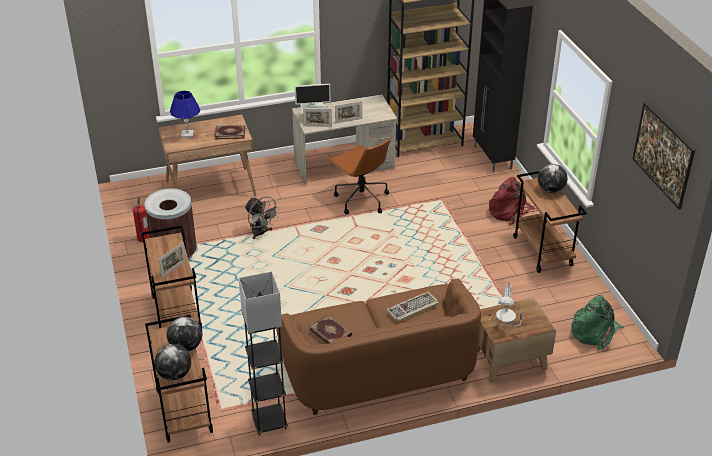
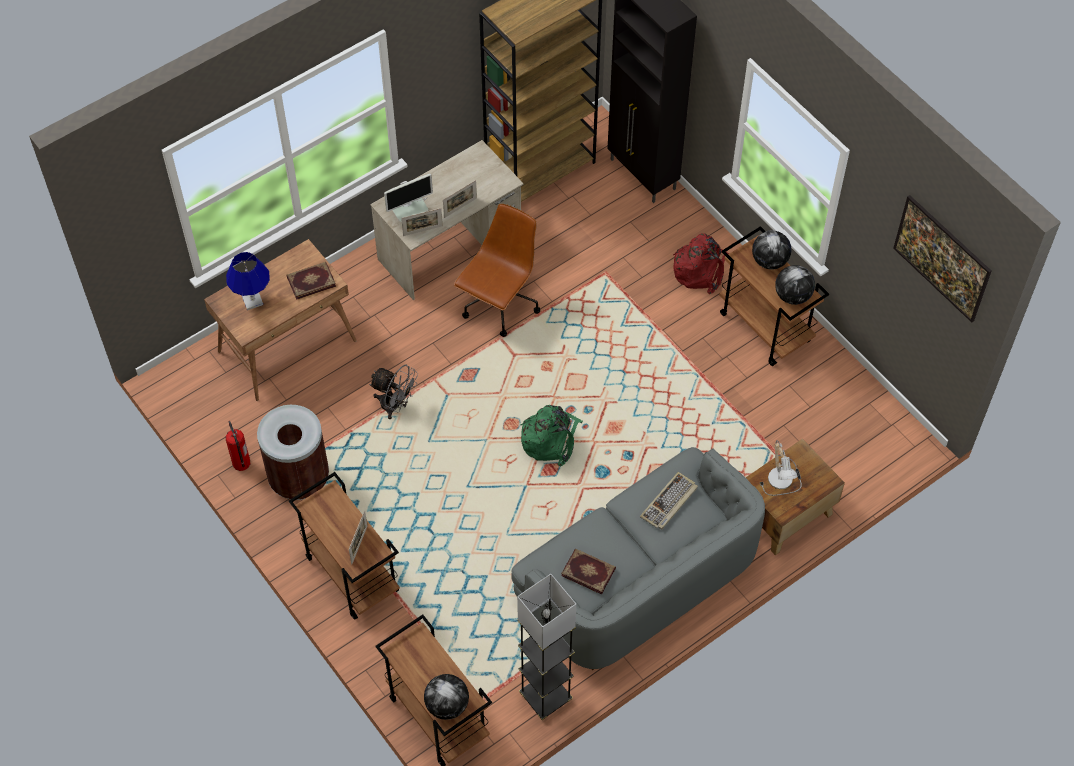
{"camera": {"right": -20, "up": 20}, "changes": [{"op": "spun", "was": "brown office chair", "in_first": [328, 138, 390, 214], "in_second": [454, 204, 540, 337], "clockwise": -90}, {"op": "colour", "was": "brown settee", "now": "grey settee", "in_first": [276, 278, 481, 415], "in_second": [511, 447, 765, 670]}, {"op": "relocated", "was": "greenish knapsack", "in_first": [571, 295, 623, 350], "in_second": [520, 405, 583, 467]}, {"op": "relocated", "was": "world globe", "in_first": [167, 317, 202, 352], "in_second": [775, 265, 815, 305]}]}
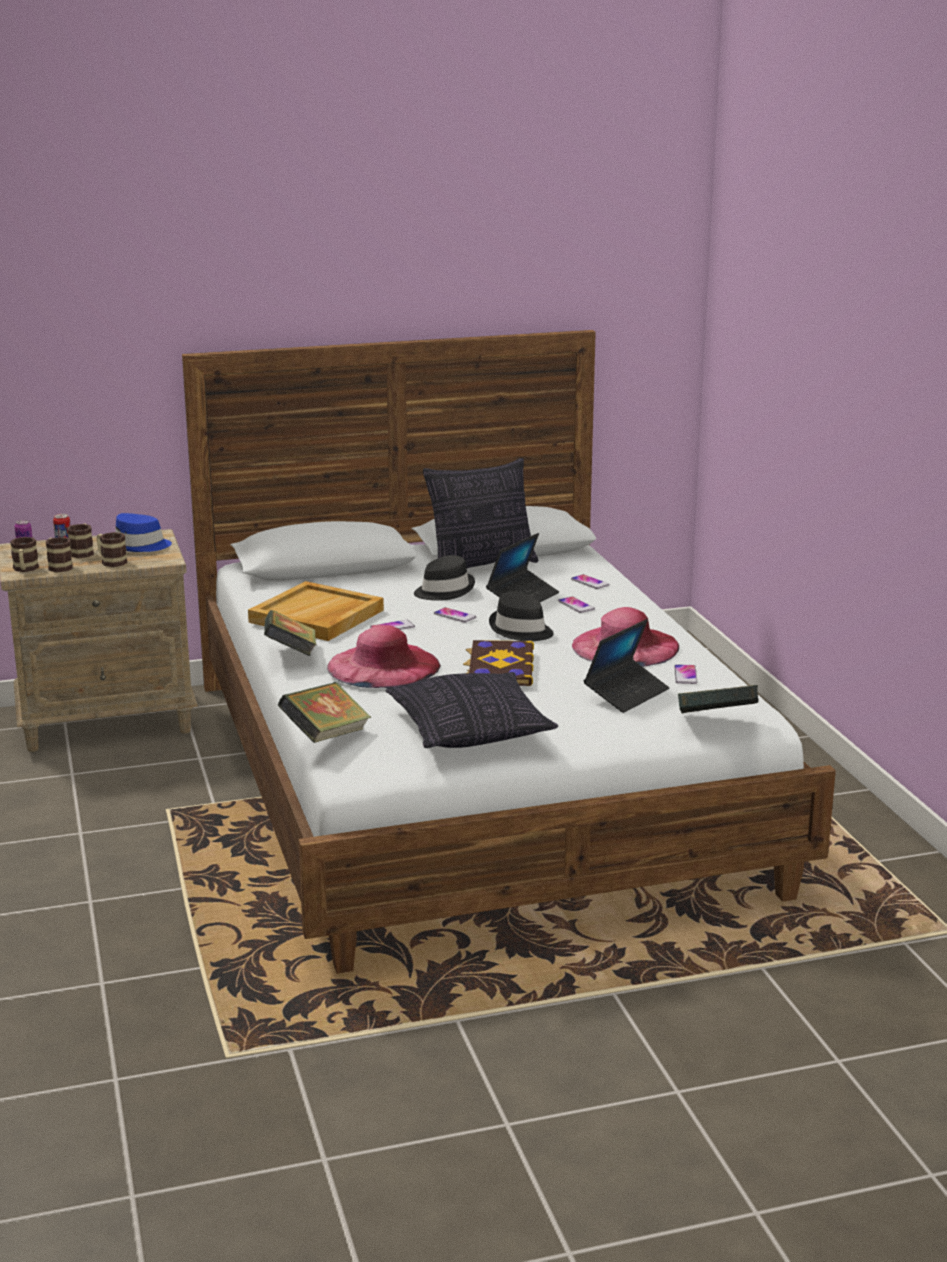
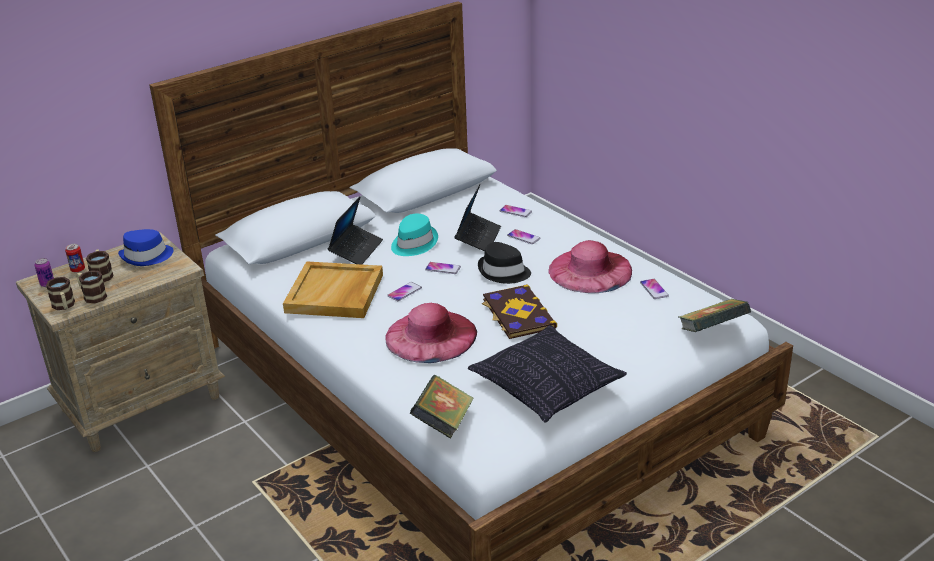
{"camera": {"right": -20, "up": 10}, "changes": [{"op": "relocated", "was": "notebook computer", "in_first": [584, 619, 669, 713], "in_second": [328, 196, 383, 264]}, {"op": "colour", "was": "black-coloured wearable hat", "now": "turquoise wearable hat", "in_first": [414, 555, 475, 601], "in_second": [391, 214, 438, 256]}, {"op": "missing", "was": "tea mug", "in_first": [97, 532, 128, 567]}, {"op": "missing", "was": "bound book", "in_first": [264, 610, 316, 656]}, {"op": "missing", "was": "pillow", "in_first": [423, 458, 538, 568]}]}
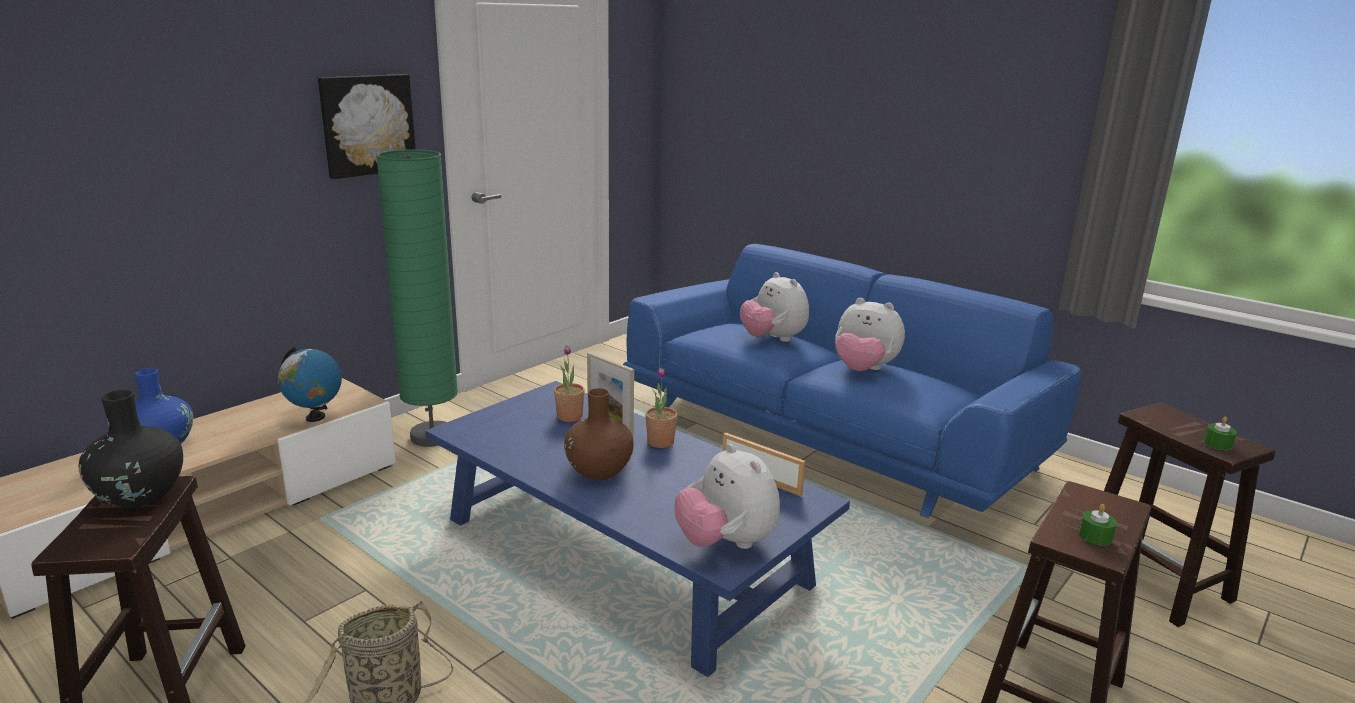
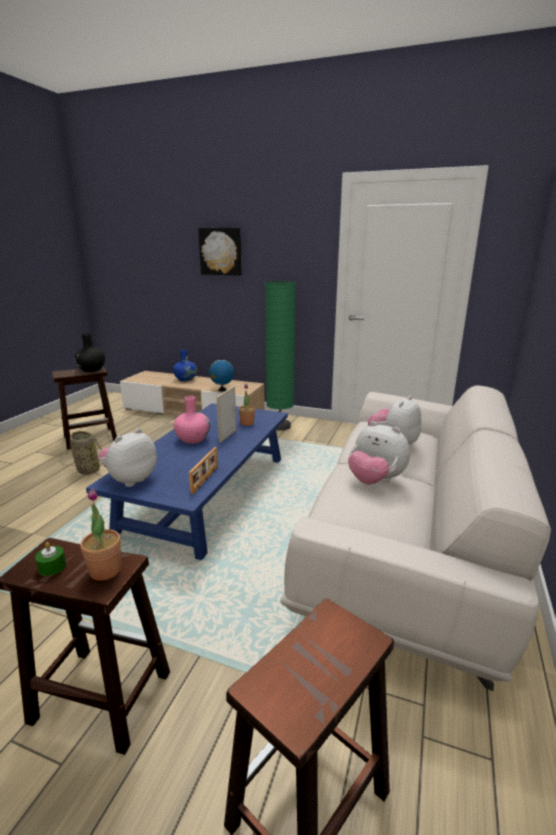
{"camera": {"right": 70, "up": 0}, "changes": [{"op": "relocated", "was": "potted plant", "in_first": [645, 368, 678, 448], "in_second": [81, 489, 121, 581]}, {"op": "colour", "was": "brown decorative vase", "now": "pinkish decorative vase", "in_first": [564, 388, 634, 480], "in_second": [174, 396, 210, 444]}, {"op": "relocated", "was": "wall picture", "in_first": [318, 74, 416, 179], "in_second": [198, 228, 242, 276]}, {"op": "colour", "was": "blue-coloured settee", "now": "white-coloured settee", "in_first": [623, 244, 1081, 518], "in_second": [280, 385, 551, 691]}, {"op": "spun", "was": "plush toy", "in_first": [835, 298, 905, 371], "in_second": [348, 421, 410, 485], "clockwise": -60}, {"op": "missing", "was": "greenish wax light", "in_first": [1203, 416, 1237, 450]}]}
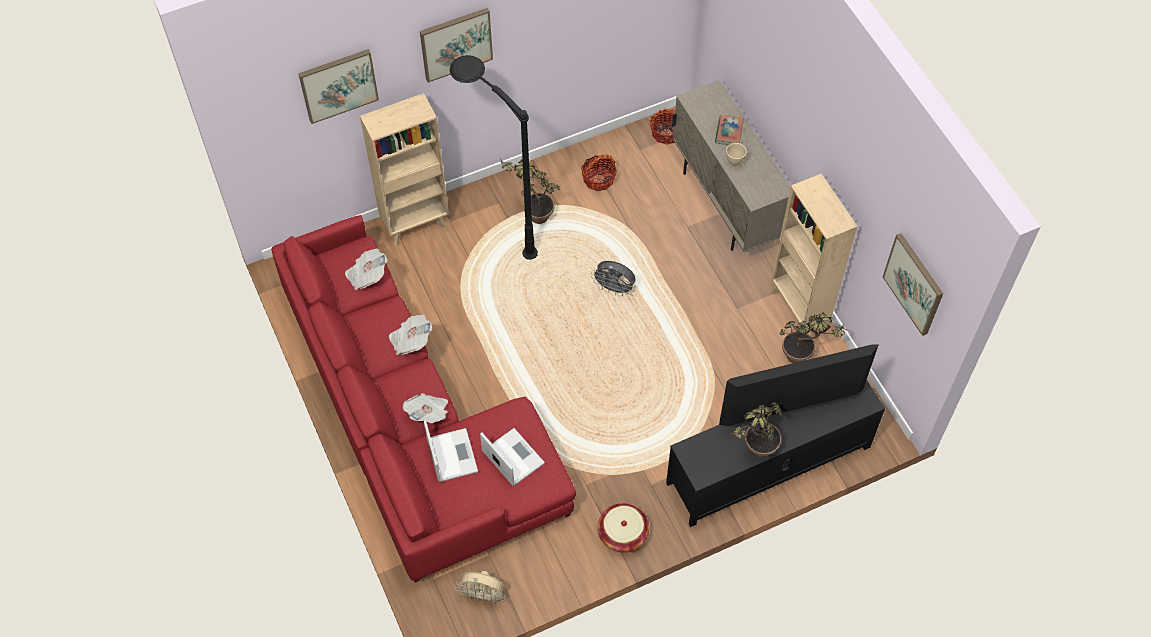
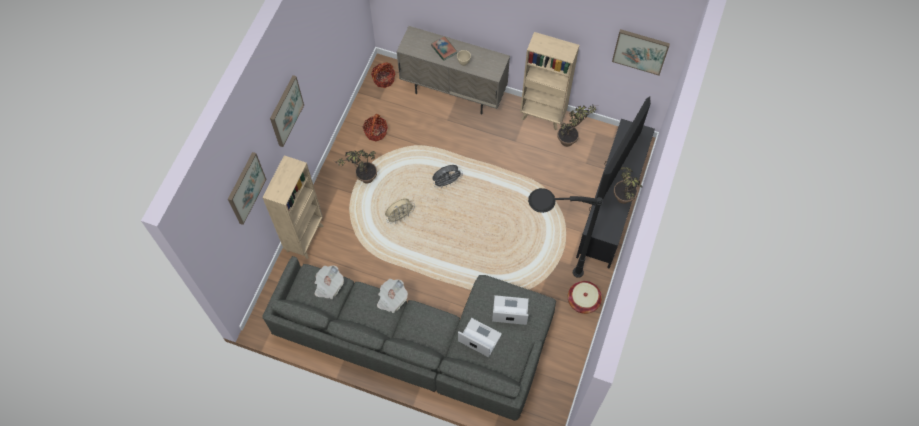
{"camera": {"right": -45, "up": 5}, "changes": [{"op": "colour", "was": "red-coloured settee", "now": "grey settee", "in_first": [271, 215, 576, 583], "in_second": [262, 256, 556, 421]}, {"op": "relocated", "was": "beige electric fan", "in_first": [454, 571, 505, 604], "in_second": [385, 198, 415, 224]}, {"op": "relocated", "was": "black-coloured standing lamp", "in_first": [449, 55, 538, 260], "in_second": [528, 188, 603, 278]}, {"op": "missing", "was": "newspaper", "in_first": [403, 393, 448, 423]}]}
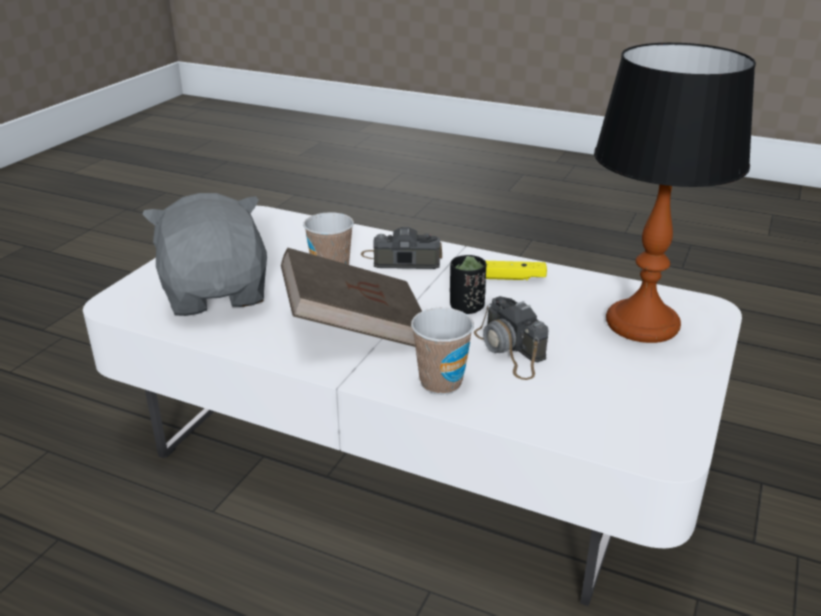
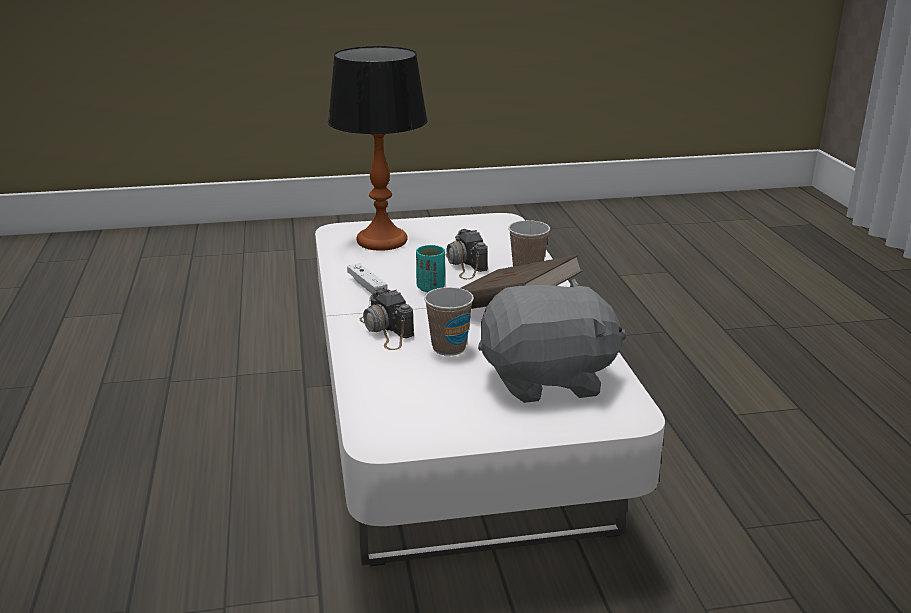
{"camera": {"right": -125, "up": -5}, "changes": [{"op": "colour", "was": "yellowish game controller", "now": "white-coloured game controller", "in_first": [486, 261, 547, 280], "in_second": [347, 263, 388, 294]}, {"op": "colour", "was": "black-coloured small cup", "now": "turquoise small cup", "in_first": [450, 255, 486, 314], "in_second": [416, 245, 445, 292]}, {"op": "spun", "was": "still camera", "in_first": [474, 296, 548, 380], "in_second": [445, 229, 488, 279], "clockwise": 135}, {"op": "spun", "was": "grey plush toy", "in_first": [142, 193, 267, 316], "in_second": [478, 278, 627, 403], "clockwise": -135}]}
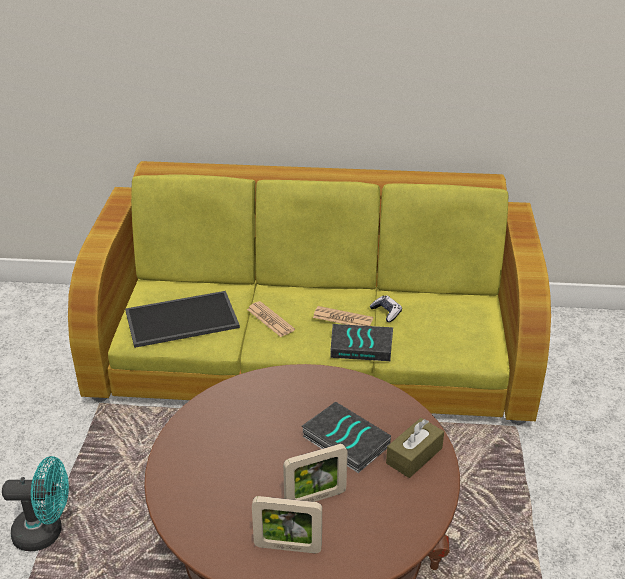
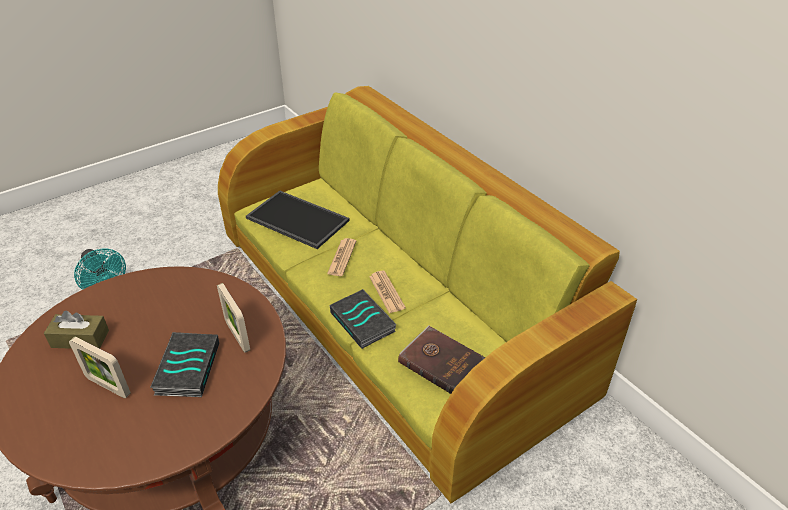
{"camera": {"right": 50, "up": 5}, "changes": [{"op": "relocated", "was": "brown tissue box", "in_first": [386, 418, 444, 478], "in_second": [44, 311, 109, 349]}, {"op": "relocated", "was": "photo frame", "in_first": [252, 496, 322, 553], "in_second": [217, 283, 250, 353]}, {"op": "appeared", "now": "brown bound book", "in_second": [398, 325, 486, 394]}, {"op": "missing", "was": "game controller", "in_first": [370, 296, 402, 322]}]}
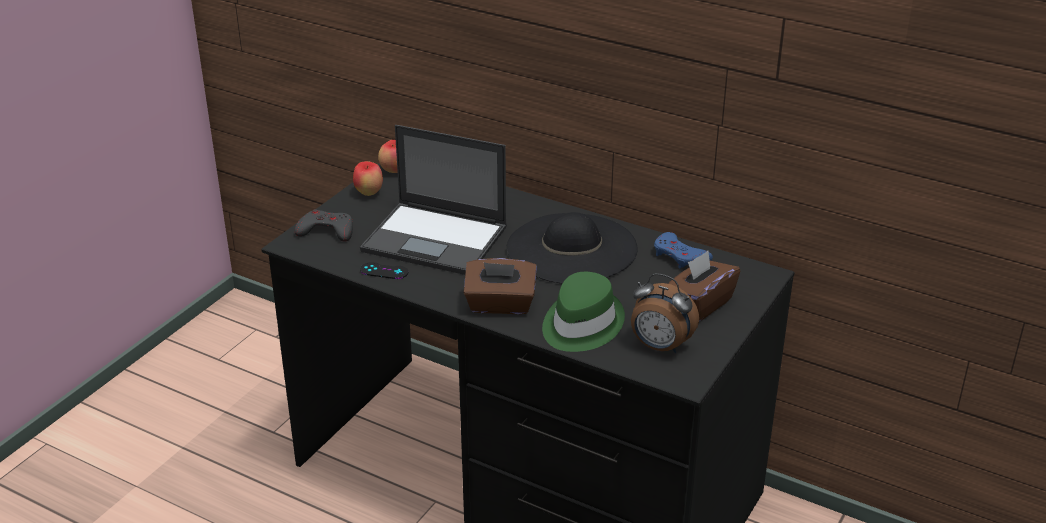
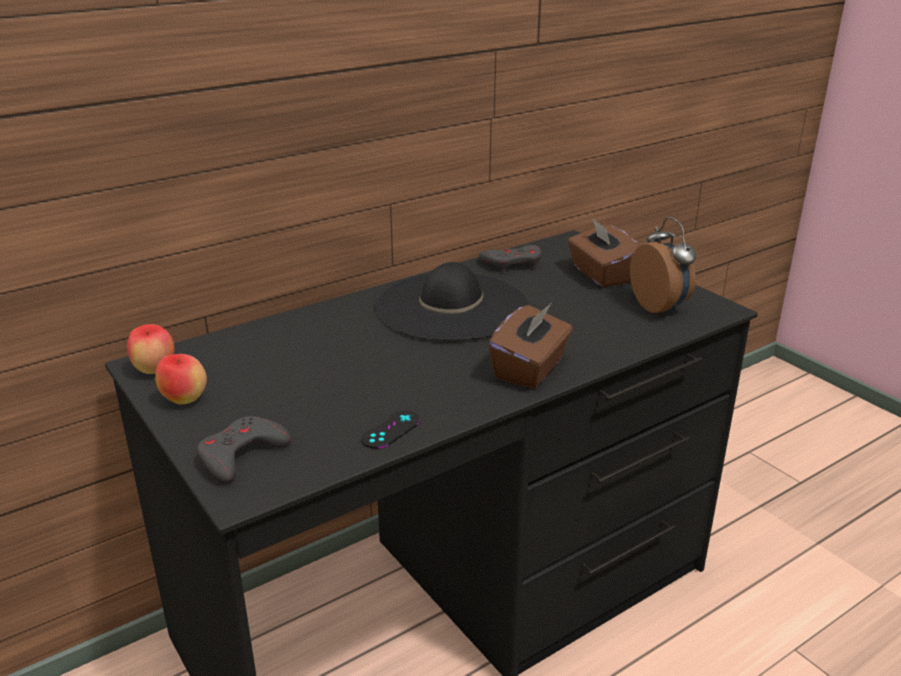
{"camera": {"right": -65, "up": -5}, "changes": [{"op": "colour", "was": "blue-coloured game controller", "now": "grey game controller", "in_first": [654, 232, 713, 269], "in_second": [479, 245, 542, 272]}, {"op": "spun", "was": "bedside clock", "in_first": [631, 273, 699, 353], "in_second": [630, 217, 696, 315], "clockwise": -75}, {"op": "missing", "was": "notebook computer", "in_first": [360, 125, 507, 275]}, {"op": "missing", "was": "greenish wearable hat", "in_first": [542, 272, 625, 352]}]}
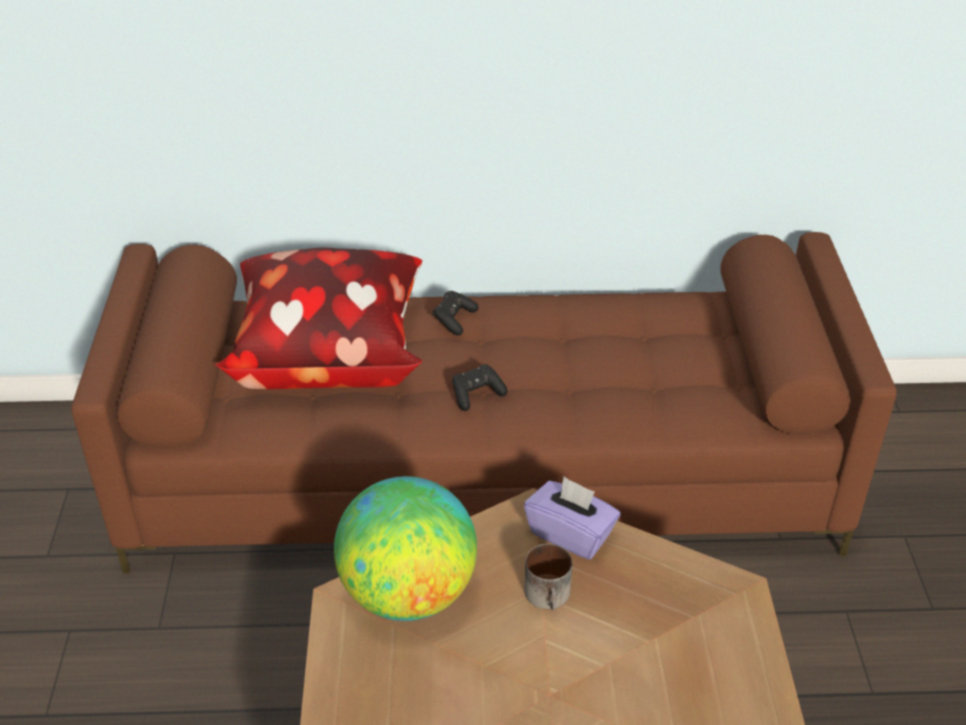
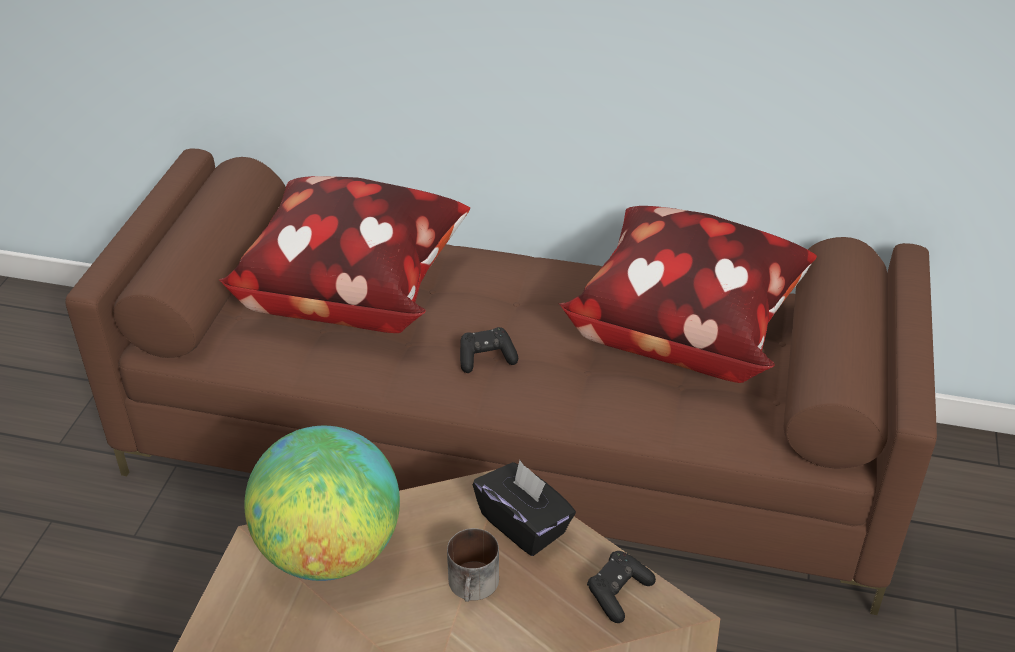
{"camera": {"right": 15, "up": 0}, "changes": [{"op": "colour", "was": "purplish tissue box", "now": "black-coloured tissue box", "in_first": [524, 476, 620, 560], "in_second": [473, 460, 576, 556]}, {"op": "appeared", "now": "pillow", "in_second": [558, 206, 817, 383]}, {"op": "relocated", "was": "black-coloured game controller", "in_first": [433, 291, 478, 335], "in_second": [587, 551, 656, 623]}]}
